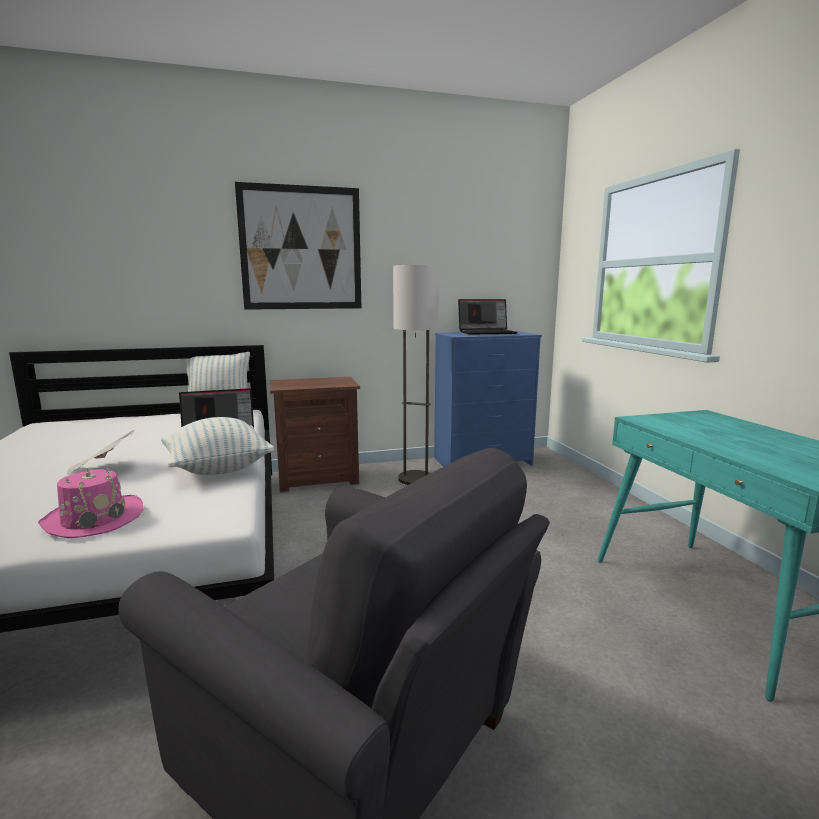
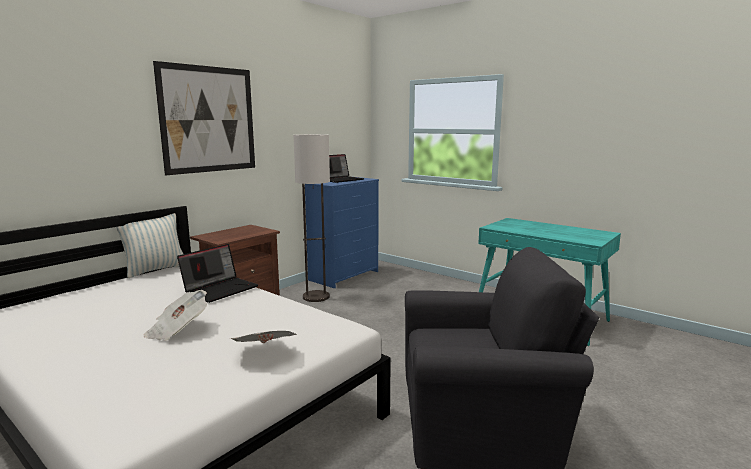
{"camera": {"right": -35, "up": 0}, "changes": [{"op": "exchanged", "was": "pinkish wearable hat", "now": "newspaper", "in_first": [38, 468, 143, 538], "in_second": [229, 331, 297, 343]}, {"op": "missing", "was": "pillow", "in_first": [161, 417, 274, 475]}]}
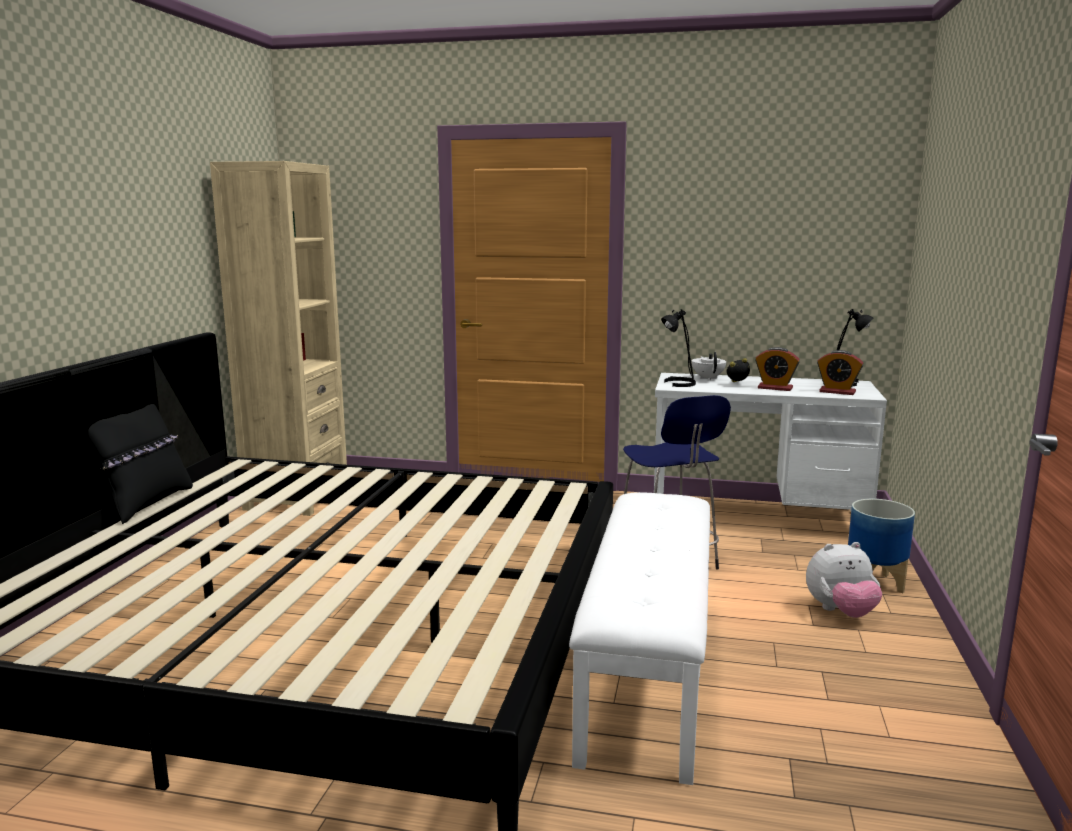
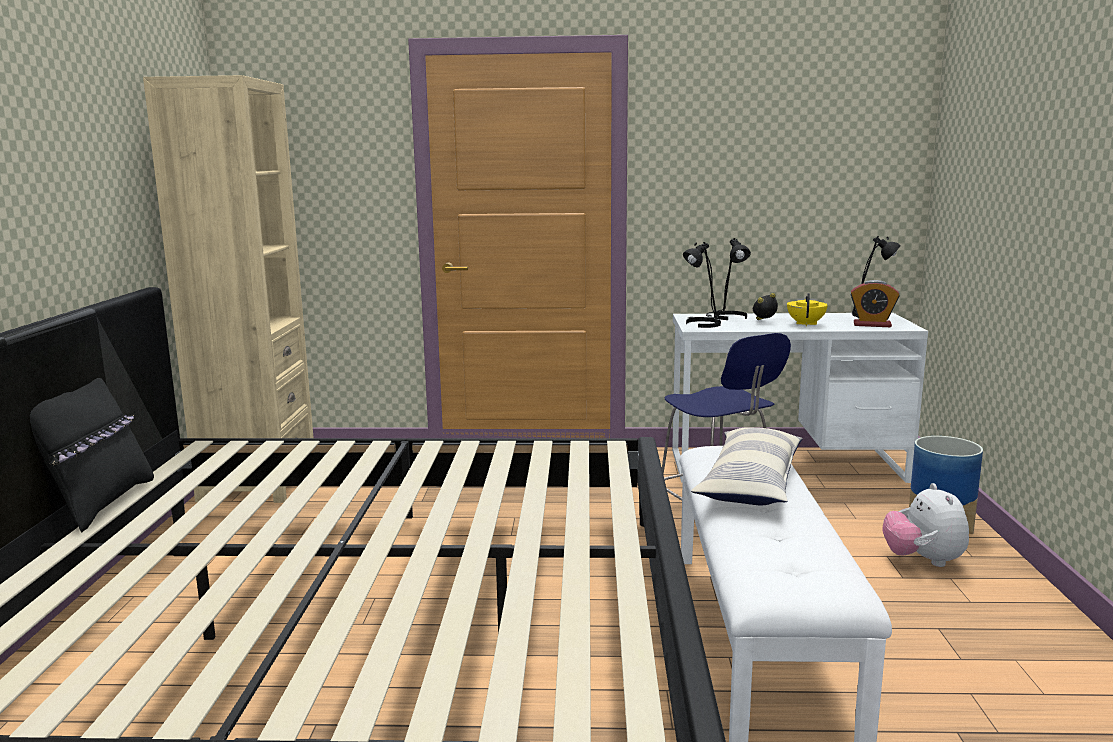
{"camera": {"right": -10, "up": 0}, "changes": [{"op": "appeared", "now": "pillow", "in_second": [691, 427, 803, 505]}, {"op": "exchanged", "was": "white-coloured pot for tea", "now": "black-coloured tabletop lamp", "in_first": [692, 352, 726, 380], "in_second": [706, 238, 751, 320]}, {"op": "exchanged", "was": "bedside clock", "now": "yellowish pot for tea", "in_first": [755, 347, 800, 391], "in_second": [787, 293, 828, 326]}, {"op": "spun", "was": "plush toy", "in_first": [806, 542, 882, 618], "in_second": [882, 483, 969, 567], "clockwise": 105}]}
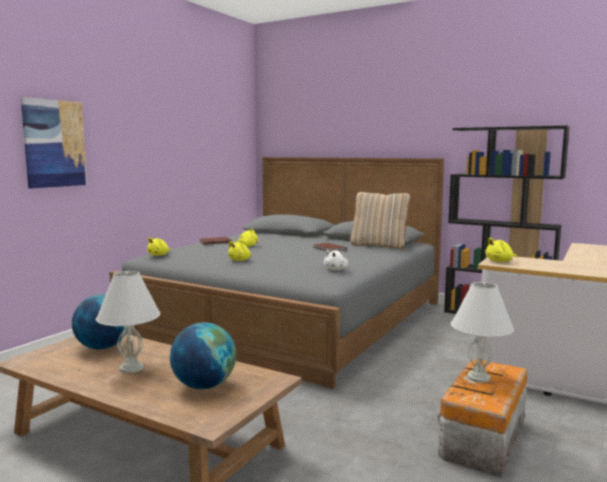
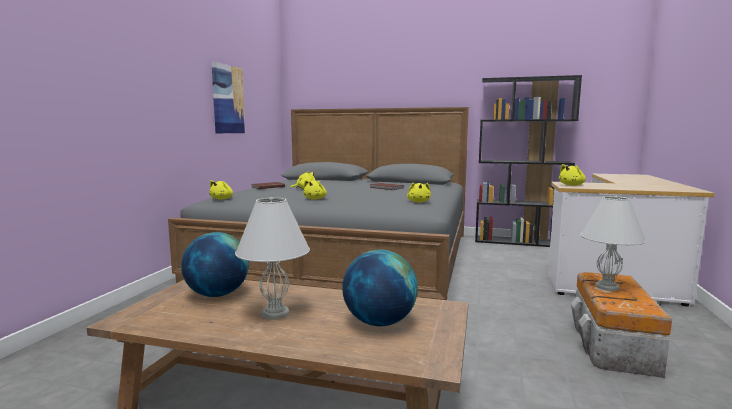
{"camera": {"right": -15, "up": 0}, "changes": [{"op": "relocated", "was": "wall picture", "in_first": [21, 97, 87, 189], "in_second": [211, 62, 245, 133]}, {"op": "colour", "was": "white-coloured plush toy", "now": "yellowish plush toy", "in_first": [324, 250, 348, 270], "in_second": [407, 182, 431, 202]}, {"op": "missing", "was": "beige pillow", "in_first": [350, 192, 411, 249]}]}
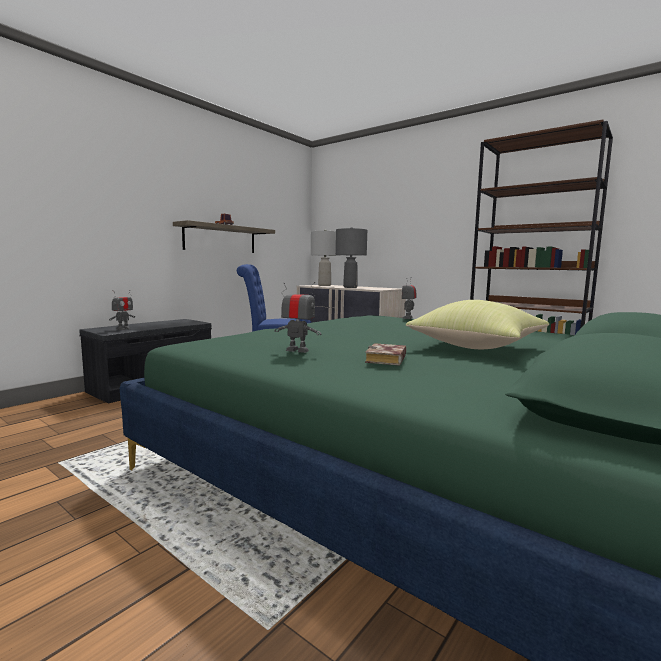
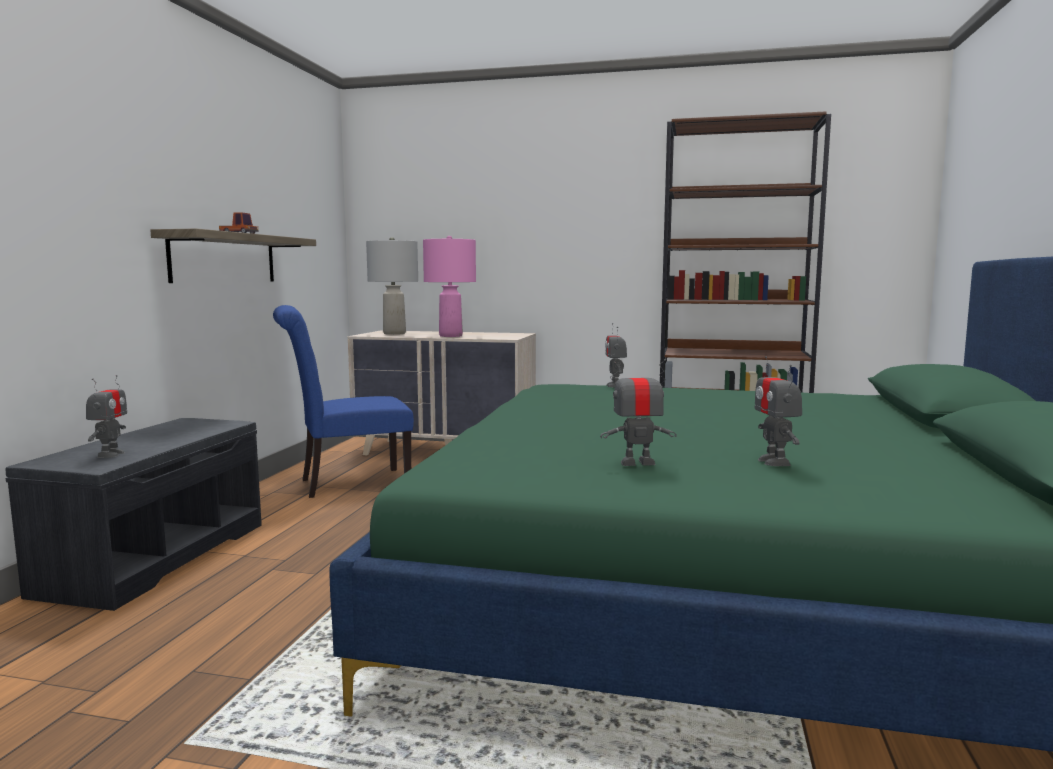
{"camera": {"right": -25, "up": 0}, "changes": [{"op": "colour", "was": "grey tabletop lamp", "now": "pinkish tabletop lamp", "in_first": [336, 227, 367, 288], "in_second": [423, 236, 476, 337]}, {"op": "exchanged", "was": "bound book", "now": "robot figure", "in_first": [365, 343, 406, 366], "in_second": [755, 356, 802, 466]}, {"op": "missing", "was": "yellowish pillow", "in_first": [406, 300, 549, 349]}]}
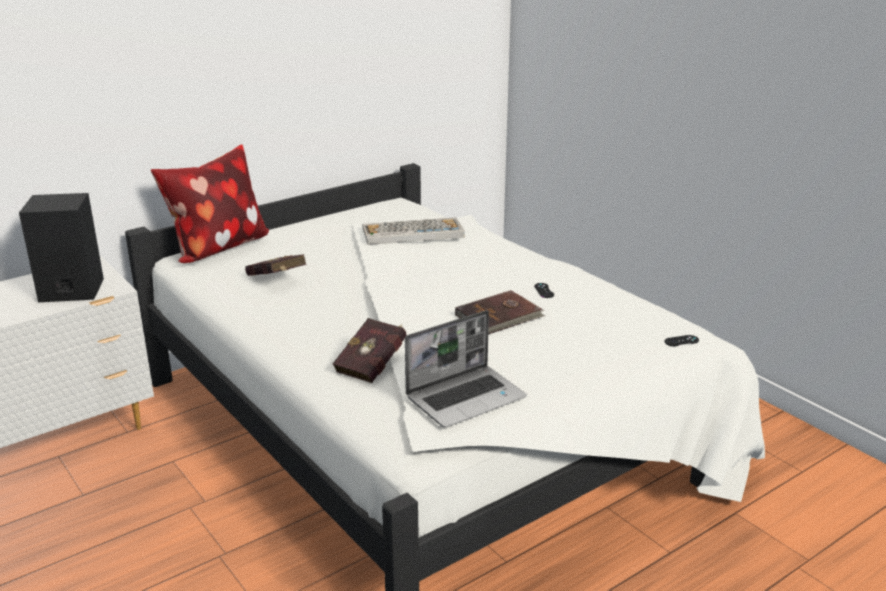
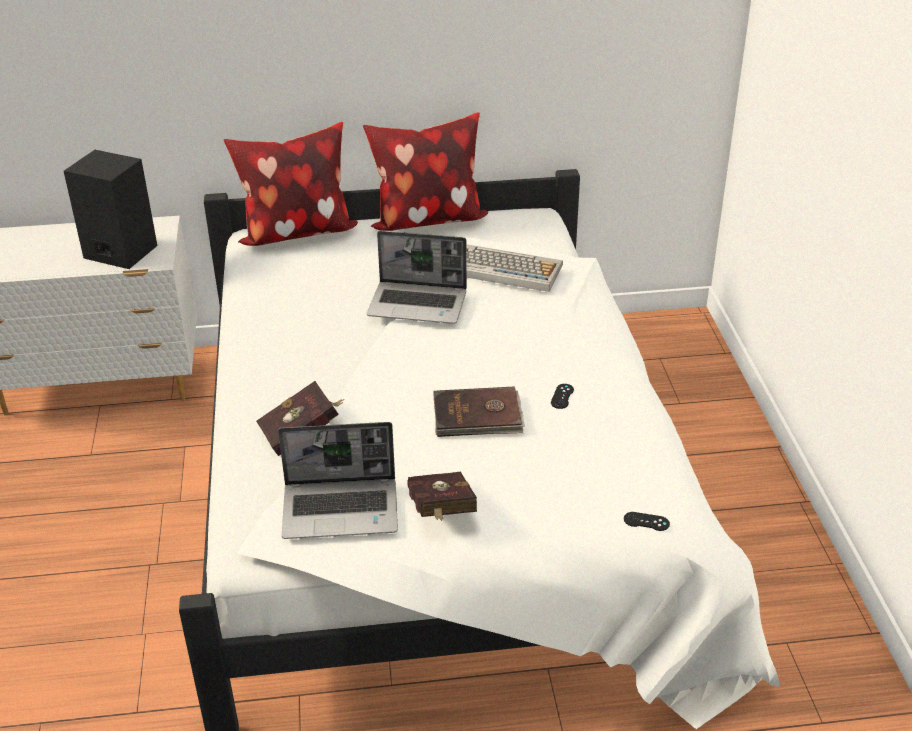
{"camera": {"right": 30, "up": 10}, "changes": [{"op": "appeared", "now": "pillow", "in_second": [363, 112, 488, 231]}, {"op": "appeared", "now": "notebook computer", "in_second": [367, 231, 467, 324]}, {"op": "relocated", "was": "red-coloured bound book", "in_first": [245, 254, 306, 276], "in_second": [407, 471, 477, 521]}]}
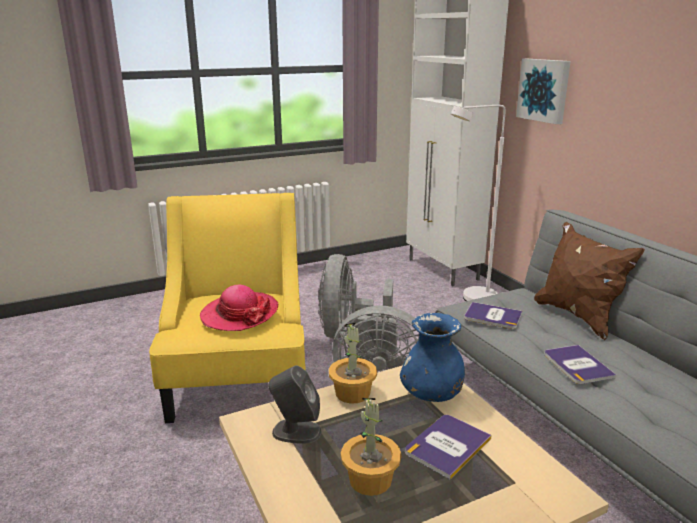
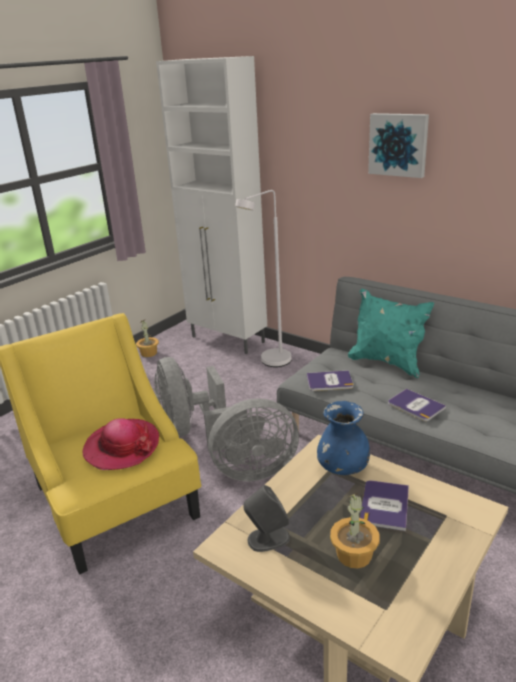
{"camera": {"right": -25, "up": 5}, "changes": [{"op": "relocated", "was": "potted plant", "in_first": [329, 323, 377, 404], "in_second": [136, 320, 159, 357]}, {"op": "colour", "was": "brown pillow", "now": "turquoise pillow", "in_first": [534, 222, 645, 340], "in_second": [348, 288, 434, 378]}, {"op": "relocated", "was": "wall picture", "in_first": [516, 59, 571, 124], "in_second": [368, 113, 429, 178]}]}
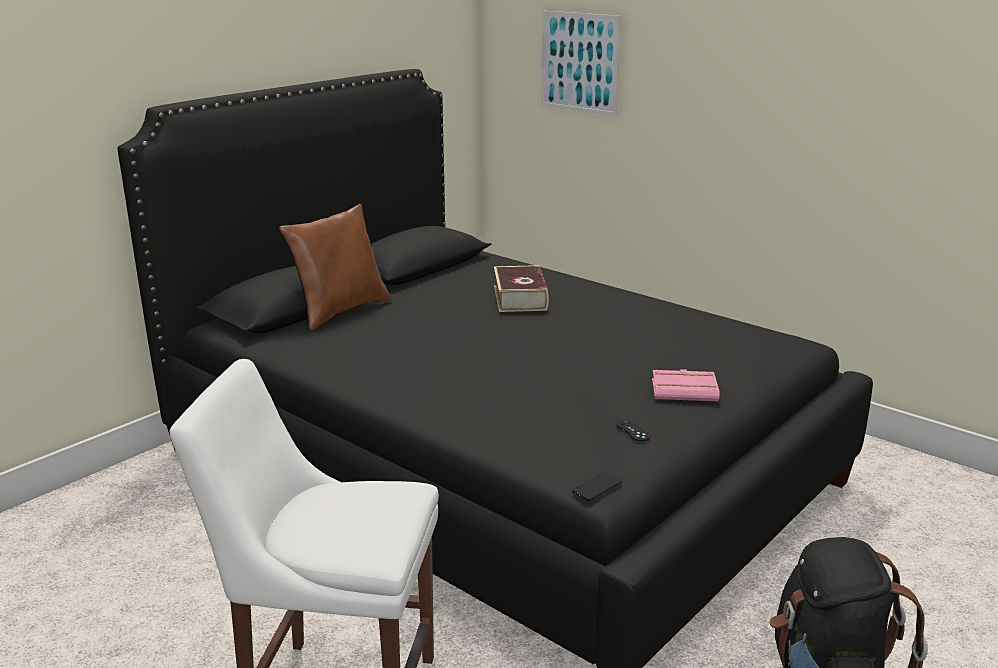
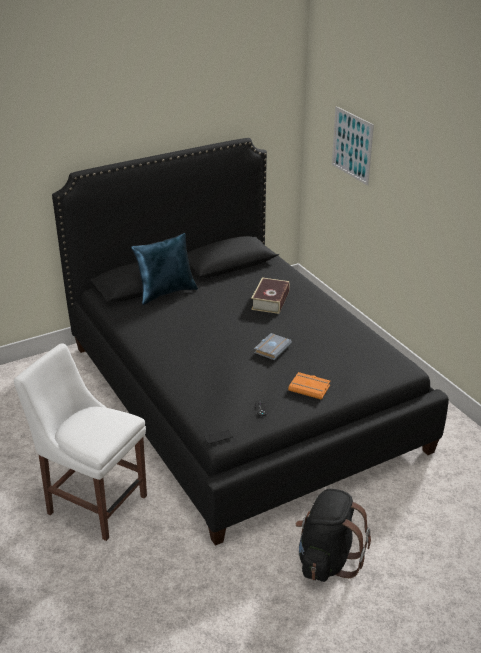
{"camera": {"right": 20, "up": 10}, "changes": [{"op": "colour", "was": "brown pillow", "now": "blue-coloured pillow", "in_first": [279, 204, 392, 331], "in_second": [131, 233, 198, 305]}, {"op": "appeared", "now": "grey bound book", "in_second": [254, 333, 292, 360]}, {"op": "colour", "was": "pinkish bound book", "now": "orangey bound book", "in_first": [652, 369, 720, 401], "in_second": [288, 372, 330, 400]}]}
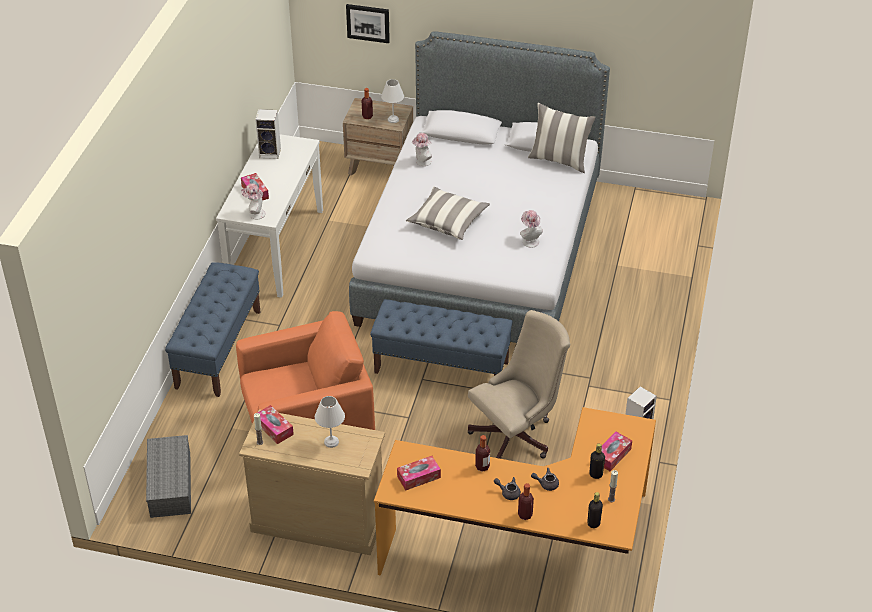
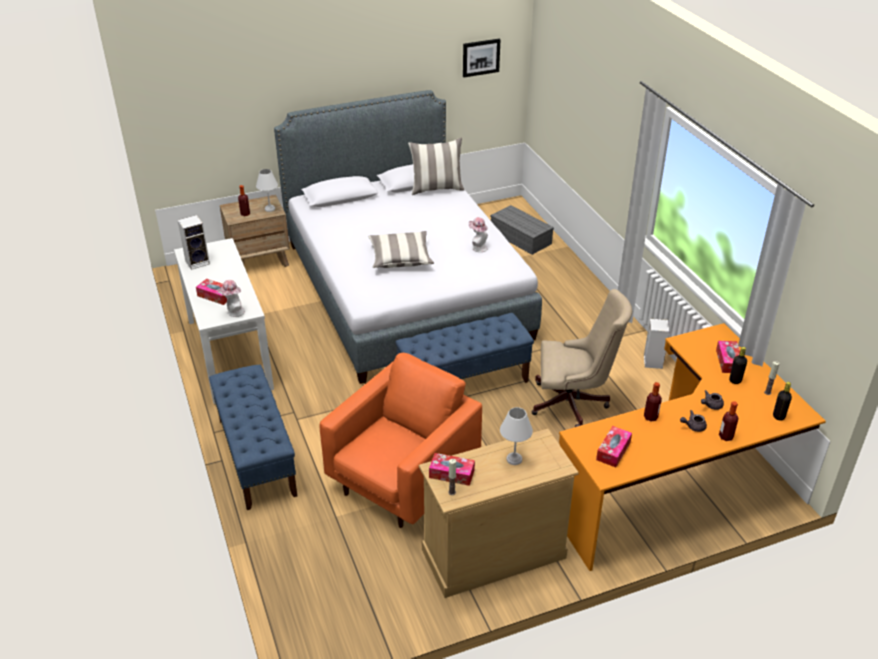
{"camera": {"right": -35, "up": -5}, "changes": [{"op": "relocated", "was": "wall picture", "in_first": [346, 4, 390, 43], "in_second": [463, 39, 500, 77]}, {"op": "relocated", "was": "grey storage box", "in_first": [146, 435, 191, 518], "in_second": [490, 205, 554, 255]}, {"op": "spun", "was": "beige office chair", "in_first": [467, 310, 570, 459], "in_second": [532, 289, 632, 427], "clockwise": 75}, {"op": "missing", "was": "wearable hat", "in_first": [412, 133, 432, 166]}]}
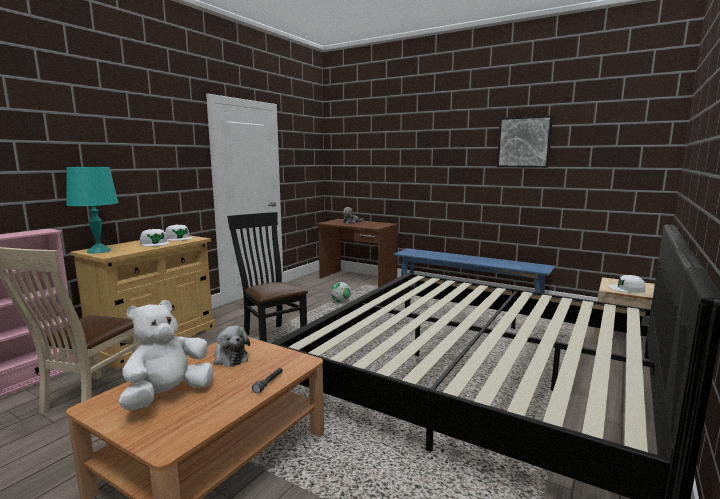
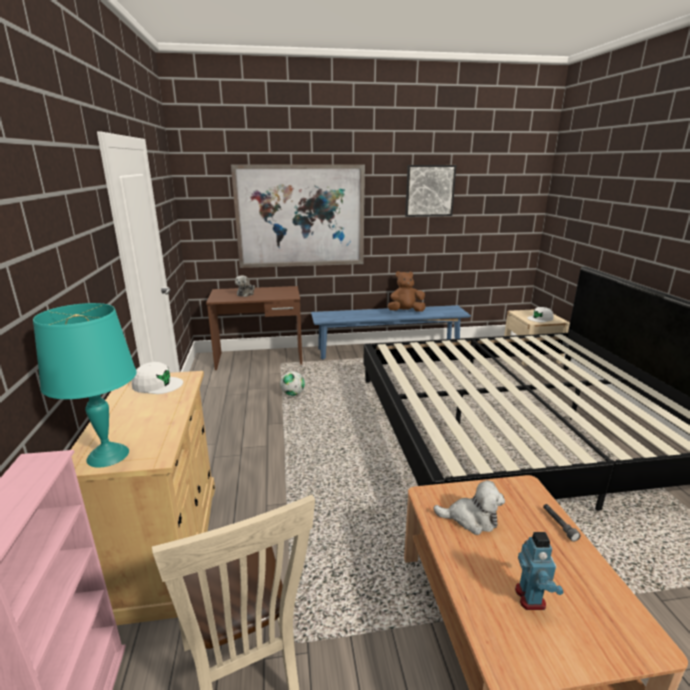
{"camera": {"right": -40, "up": 10}, "changes": [{"op": "appeared", "now": "wall picture", "in_second": [231, 164, 365, 268]}, {"op": "appeared", "now": "brown plush toy", "in_second": [388, 271, 426, 312]}, {"op": "exchanged", "was": "white-coloured plush toy", "now": "robot figure", "in_first": [119, 300, 213, 411], "in_second": [515, 532, 564, 610]}, {"op": "missing", "was": "white-coloured cap", "in_first": [140, 229, 170, 247]}, {"op": "missing", "was": "black-coloured chair", "in_first": [227, 212, 308, 342]}]}
